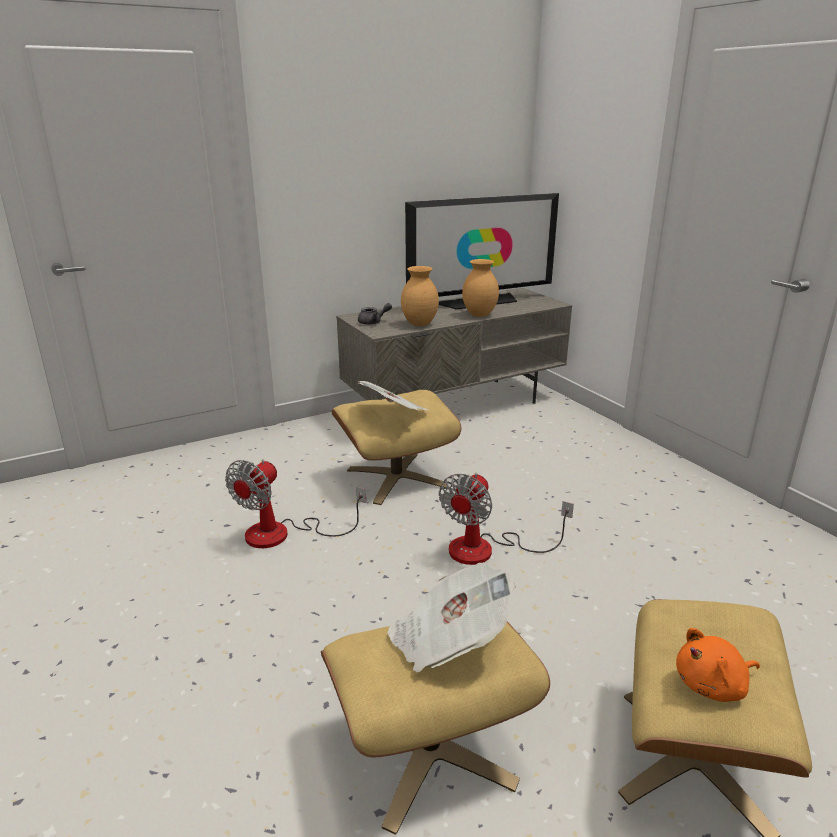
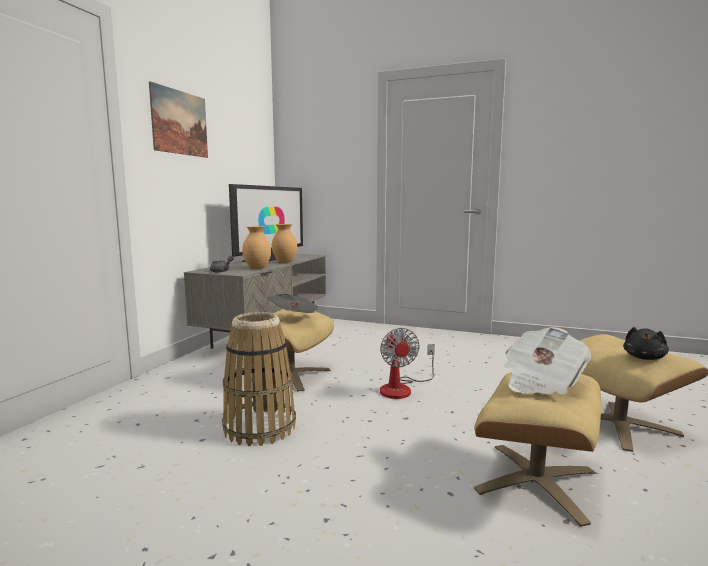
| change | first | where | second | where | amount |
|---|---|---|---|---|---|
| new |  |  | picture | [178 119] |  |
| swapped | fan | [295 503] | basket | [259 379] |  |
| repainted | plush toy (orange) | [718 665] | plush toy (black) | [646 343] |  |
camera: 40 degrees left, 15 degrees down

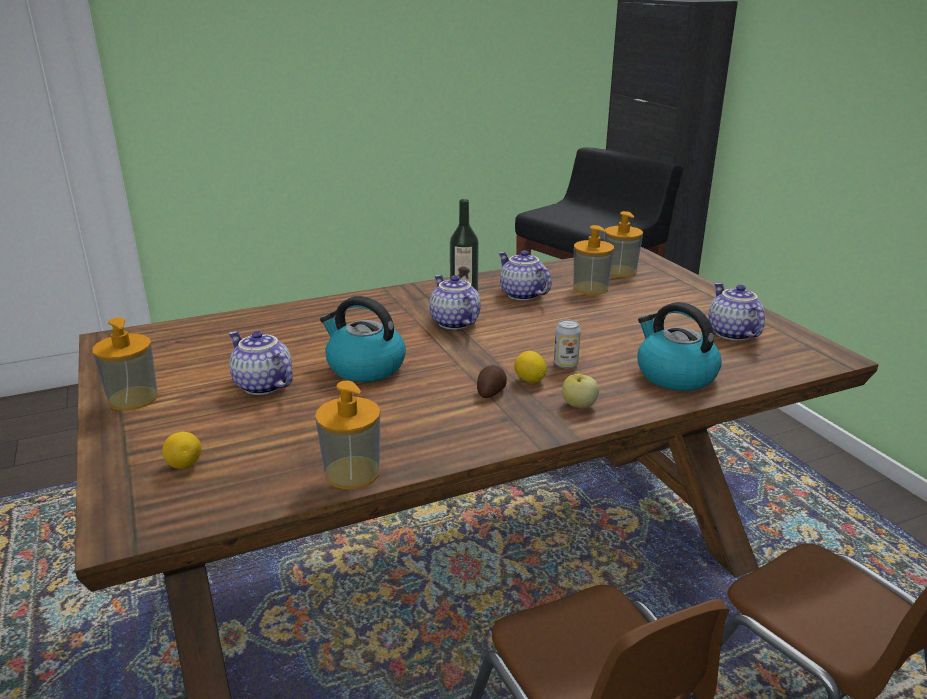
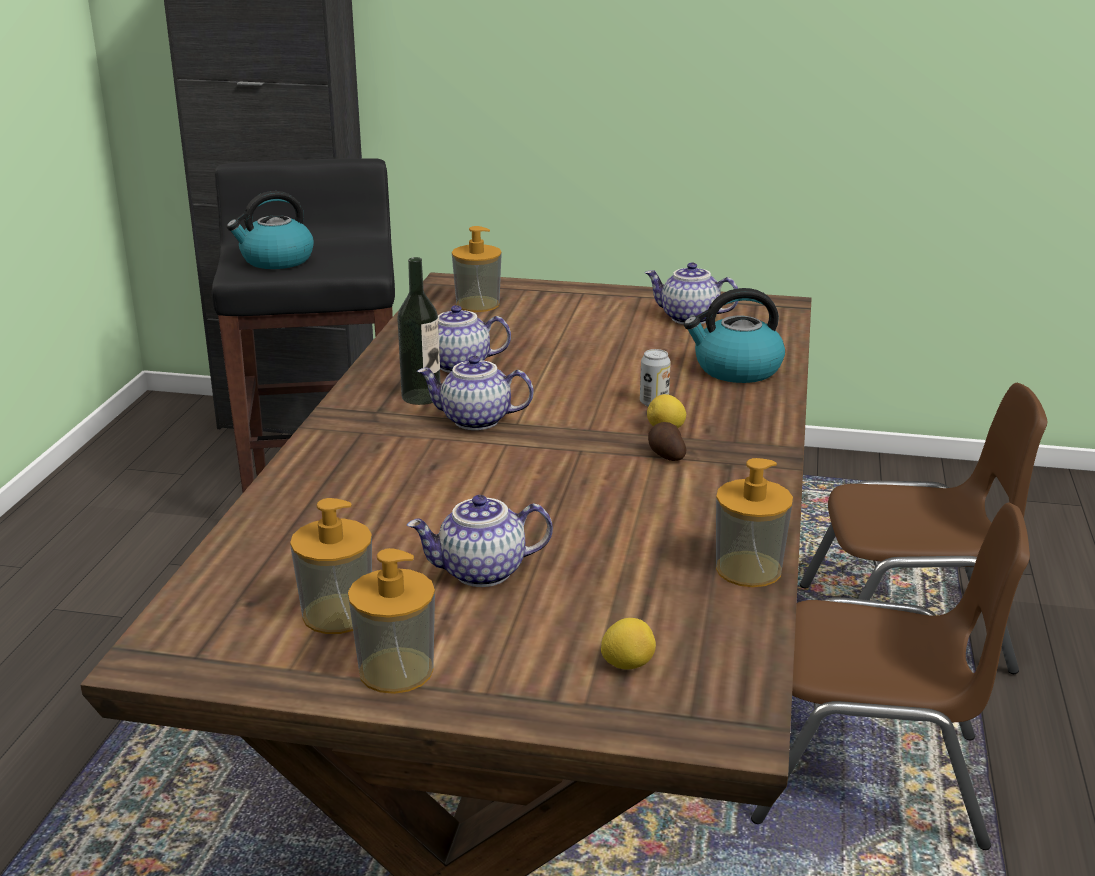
| change | first | where | second | where | amount |
|---|---|---|---|---|---|
| gone | apple | [580 391] |  |  |  |
| shifted | kettle | [363 339] |  | [270 230] |  |
| shifted | soap dispenser | [593 260] |  | [331 566] |  |
camera: 55 degrees left, 0 degrees up

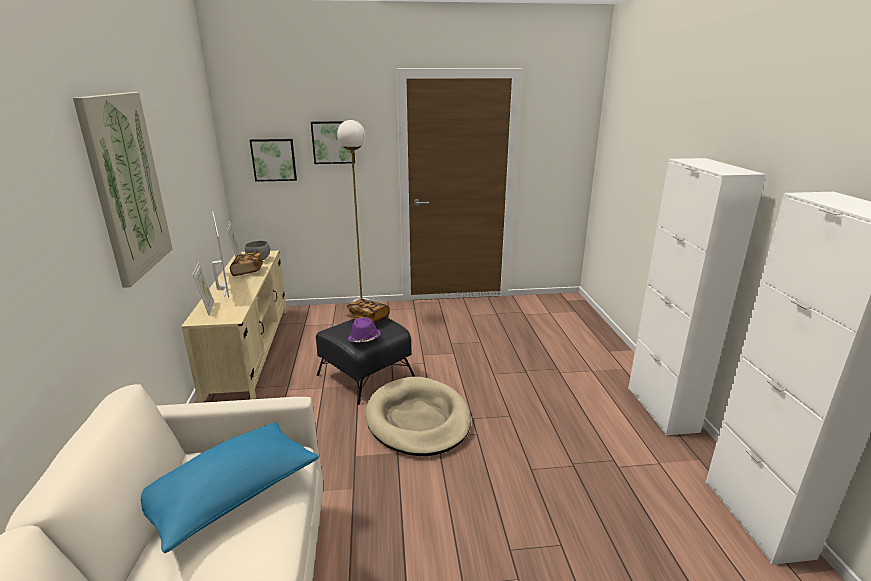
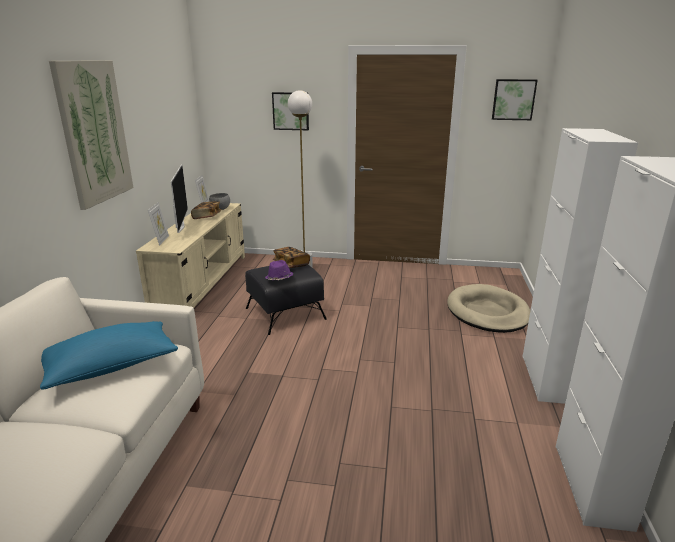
| change | first | where | second | where | amount |
|---|---|---|---|---|---|
| shifted | picture | [273 160] |  | [515 99] |  |
| shifted | dog bed (beige) | [418 416] |  | [488 308] |  |
camera: 15 degrees right, 0 degrees up

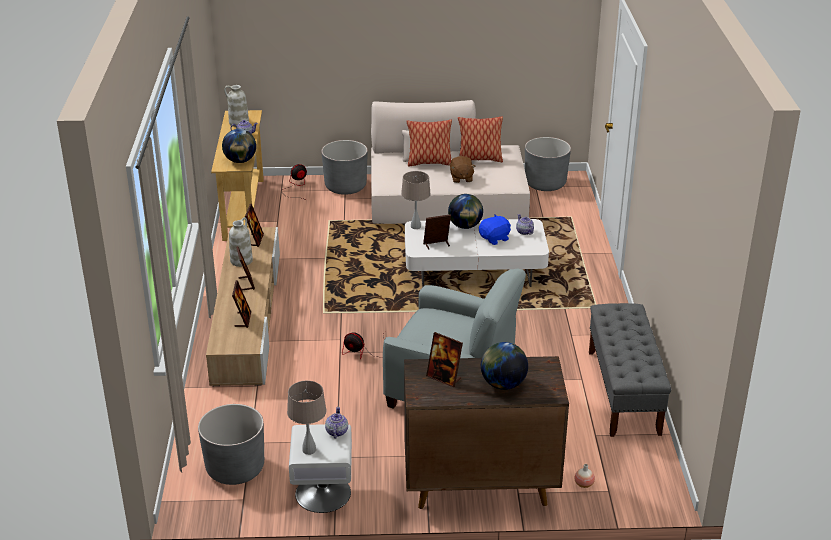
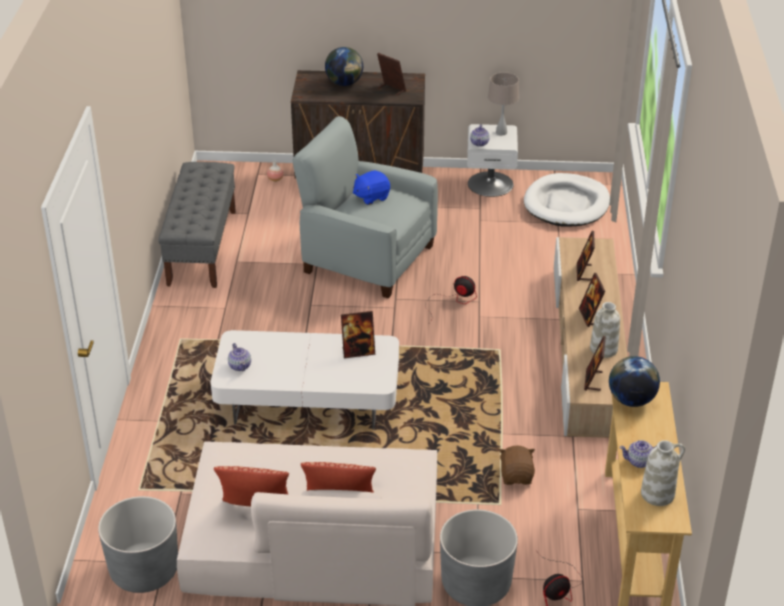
| change | first | where | second | where | amount |
|---|---|---|---|---|---|
| gone | table lamp (beige) | [416 200] |  |  |  |
| gone | globe | [465 211] |  |  |  |
| shifted | plush toy (brown) | [462 169] |  | [517 465] |  |
| shifted | plush toy (blue) | [495 229] |  | [371 187] |  |
| swapped | planter (grey) | [231 444] | dog bed (white) | [567 200] |  |
camera: 175 degrees left, 5 degrees up

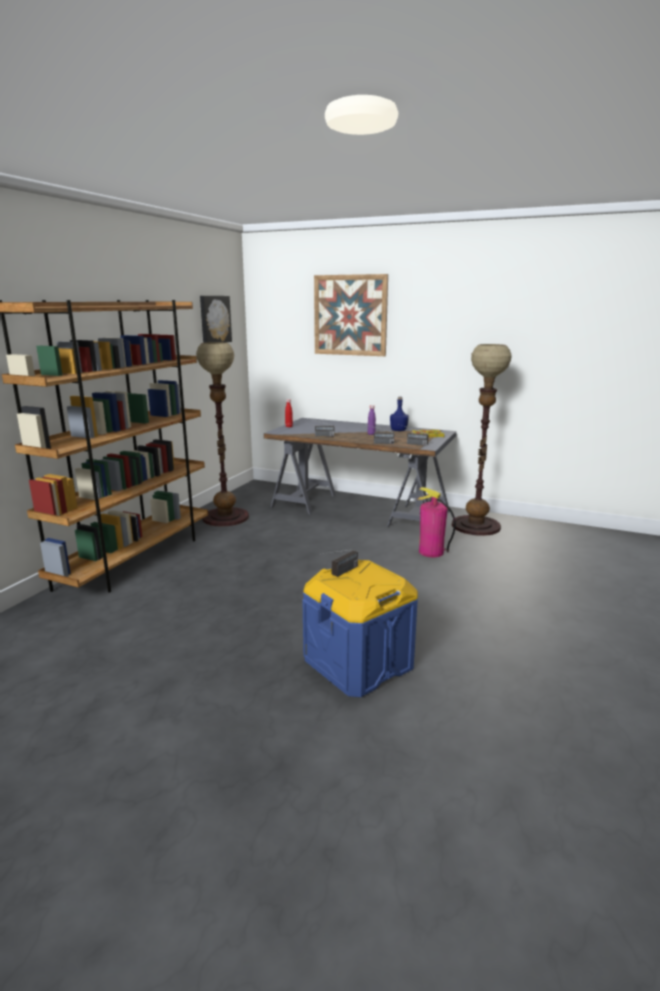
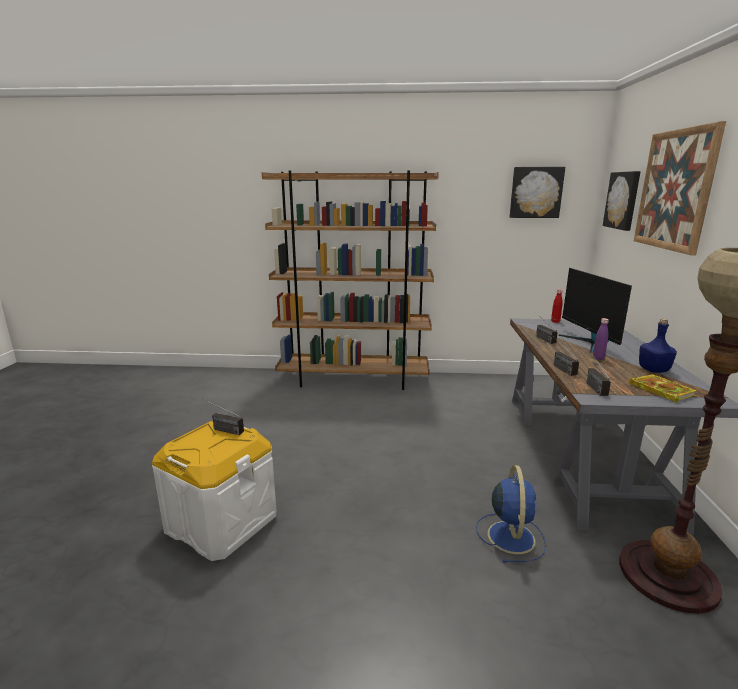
| change | first | where | second | where | amount |
|---|---|---|---|---|---|
| gone | floor lamp | [222 434] |  |  |  |
| new |  |  | monitor | [595 310] |  |
| new |  |  | picture | [622 201] |  |
| swapped | fire extinguisher | [436 522] | fan (blue) | [511 514] |  |
| repainted | storage box (blue) | [360 628] | storage box (white) | [214 491] |  |
camera: 70 degrees right, 0 degrees up

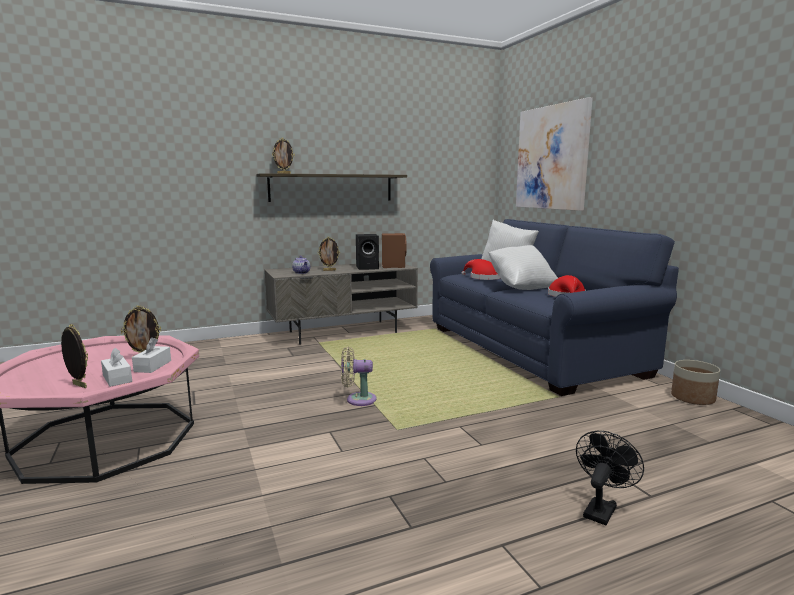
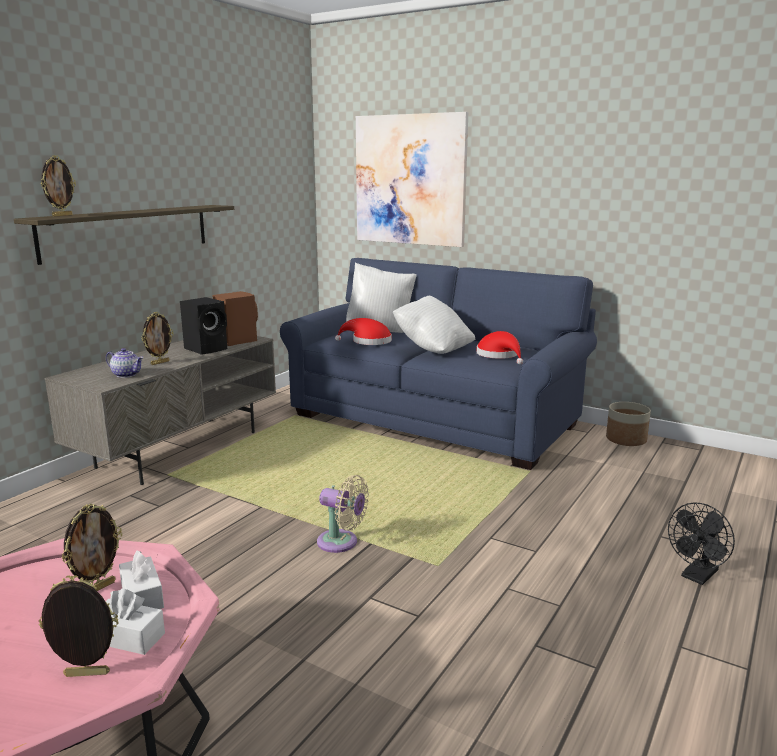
| change | first | where | second | where | amount |
|---|---|---|---|---|---|
| rotated | fan (beige) | [359 376] |  | [343 514] | 120 degrees counterclockwise |
| rotated | fan (black) | [610 478] |  | [701 543] | 135 degrees counterclockwise |
camera: 35 degrees left, 5 degrees up

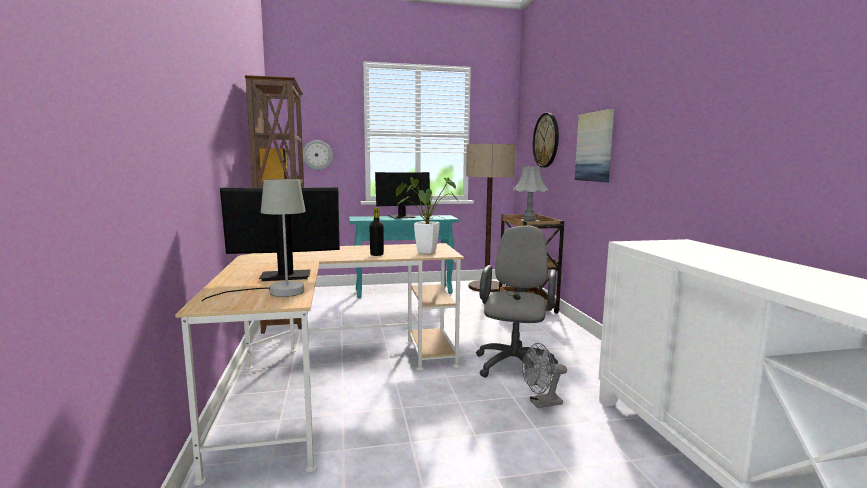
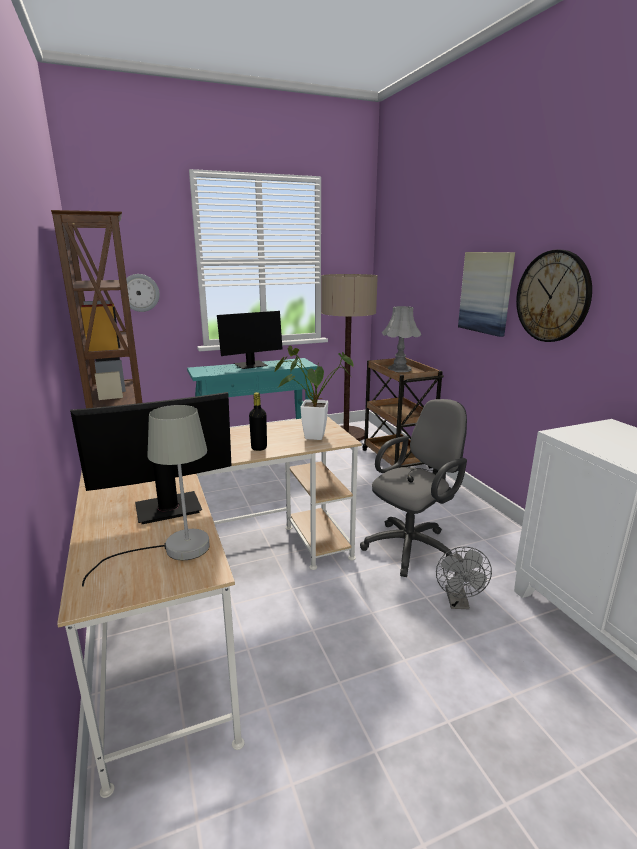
| change | first | where | second | where | amount |
|---|---|---|---|---|---|
| shifted | wall clock | [546 140] |  | [554 296] |  |
| rotated | office chair (grey) | [517 305] |  | [413 488] | 45 degrees clockwise |
| rotated | fan (grey) | [544 375] |  | [464 577] | 60 degrees counterclockwise |
camera: 10 degrees left, 10 degrees up

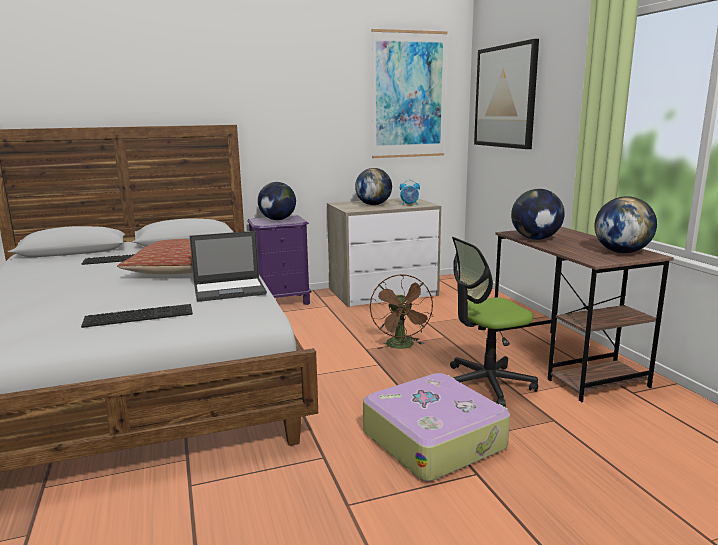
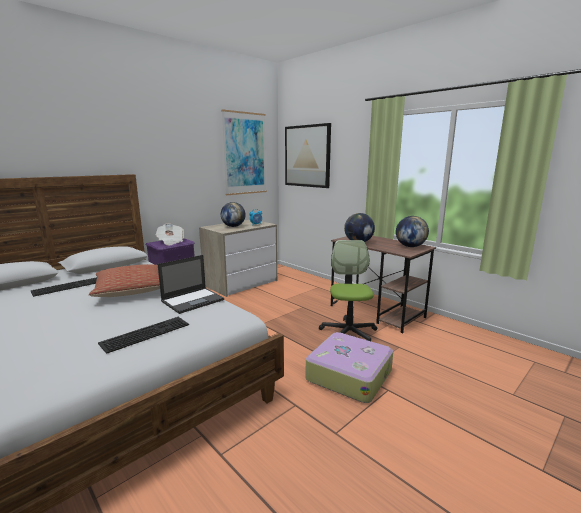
| change | first | where | second | where | amount |
|---|---|---|---|---|---|
| gone | fan (brown) | [401 311] |  |  |  |
| swapped | globe | [277 201] | newspaper | [170 234] |  |
| rotated | office chair | [494 322] |  | [348 290] | 135 degrees clockwise |
camera: 25 degrees left, 0 degrees up

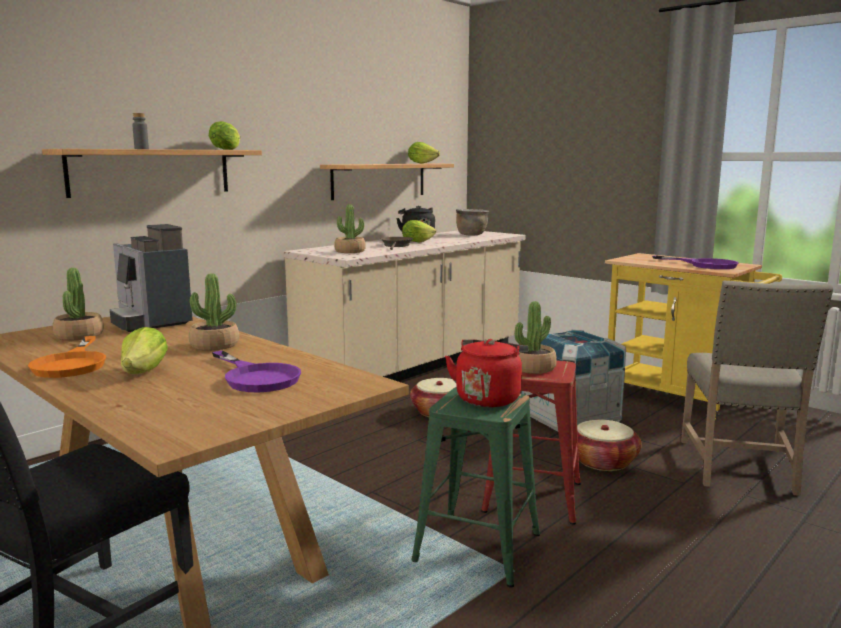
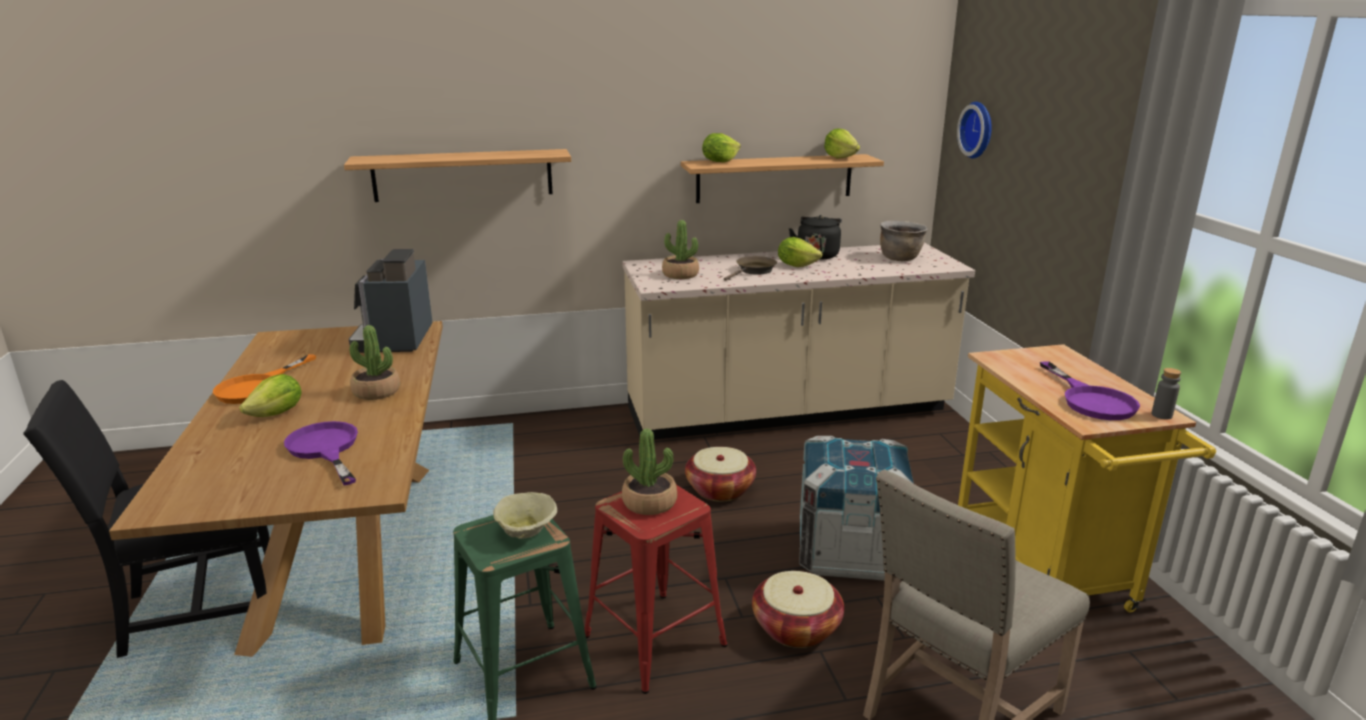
| change | first | where | second | where | amount |
|---|---|---|---|---|---|
| gone | potted plant | [78 304] |  |  |  |
| new |  |  | wall clock | [974 130] |  |
| shifted | bottle (grey) | [140 131] |  | [1166 393] |  |
| shifted | lettuce | [224 135] |  | [721 148] |  |
| swapped | kettle (red) | [487 373] | bowl (beige) | [525 515] |  |
| rotated | frying pan (purple) | [256 371] |  | [321 453] | 150 degrees clockwise |
camera: 35 degrees right, 10 degrees up

